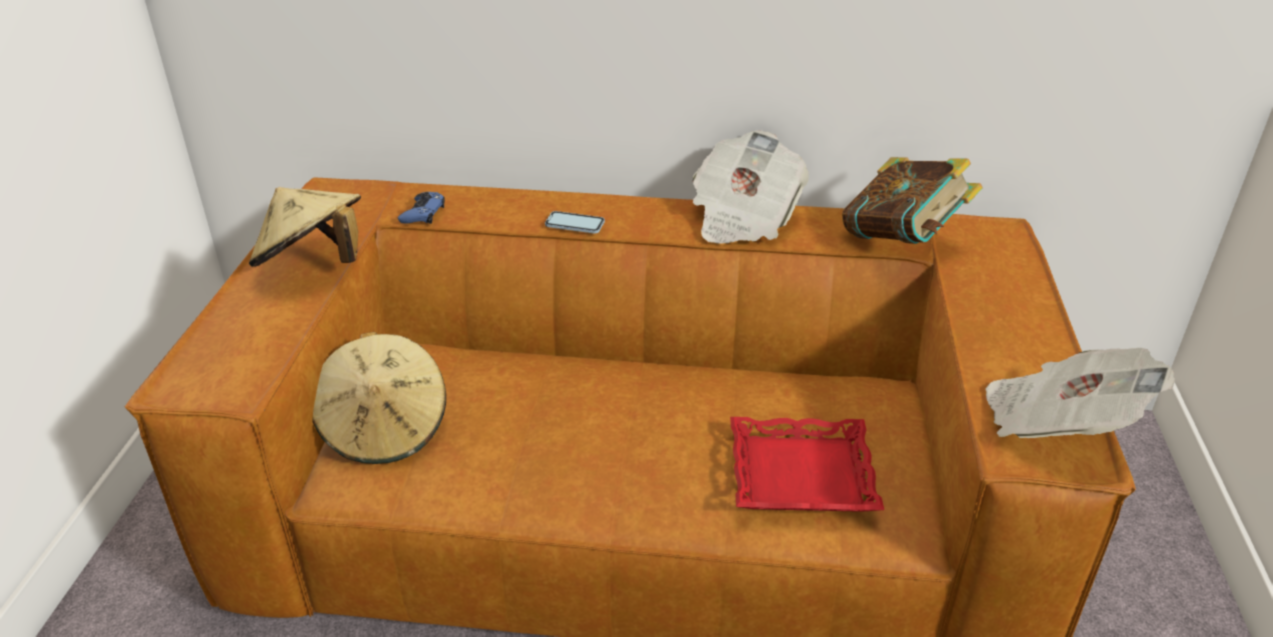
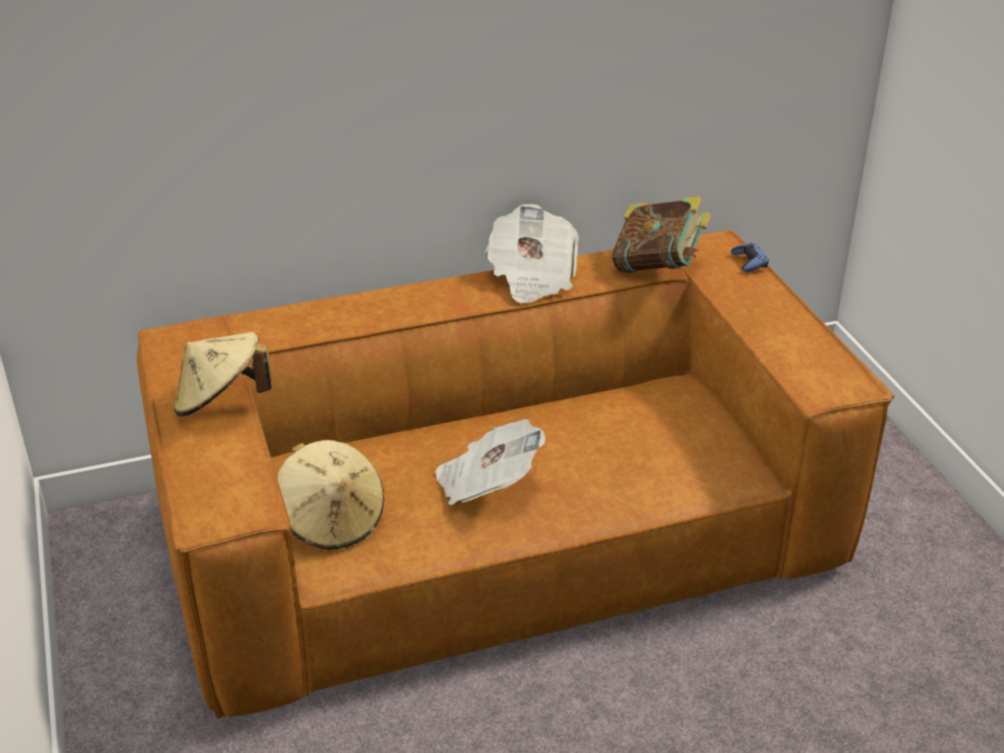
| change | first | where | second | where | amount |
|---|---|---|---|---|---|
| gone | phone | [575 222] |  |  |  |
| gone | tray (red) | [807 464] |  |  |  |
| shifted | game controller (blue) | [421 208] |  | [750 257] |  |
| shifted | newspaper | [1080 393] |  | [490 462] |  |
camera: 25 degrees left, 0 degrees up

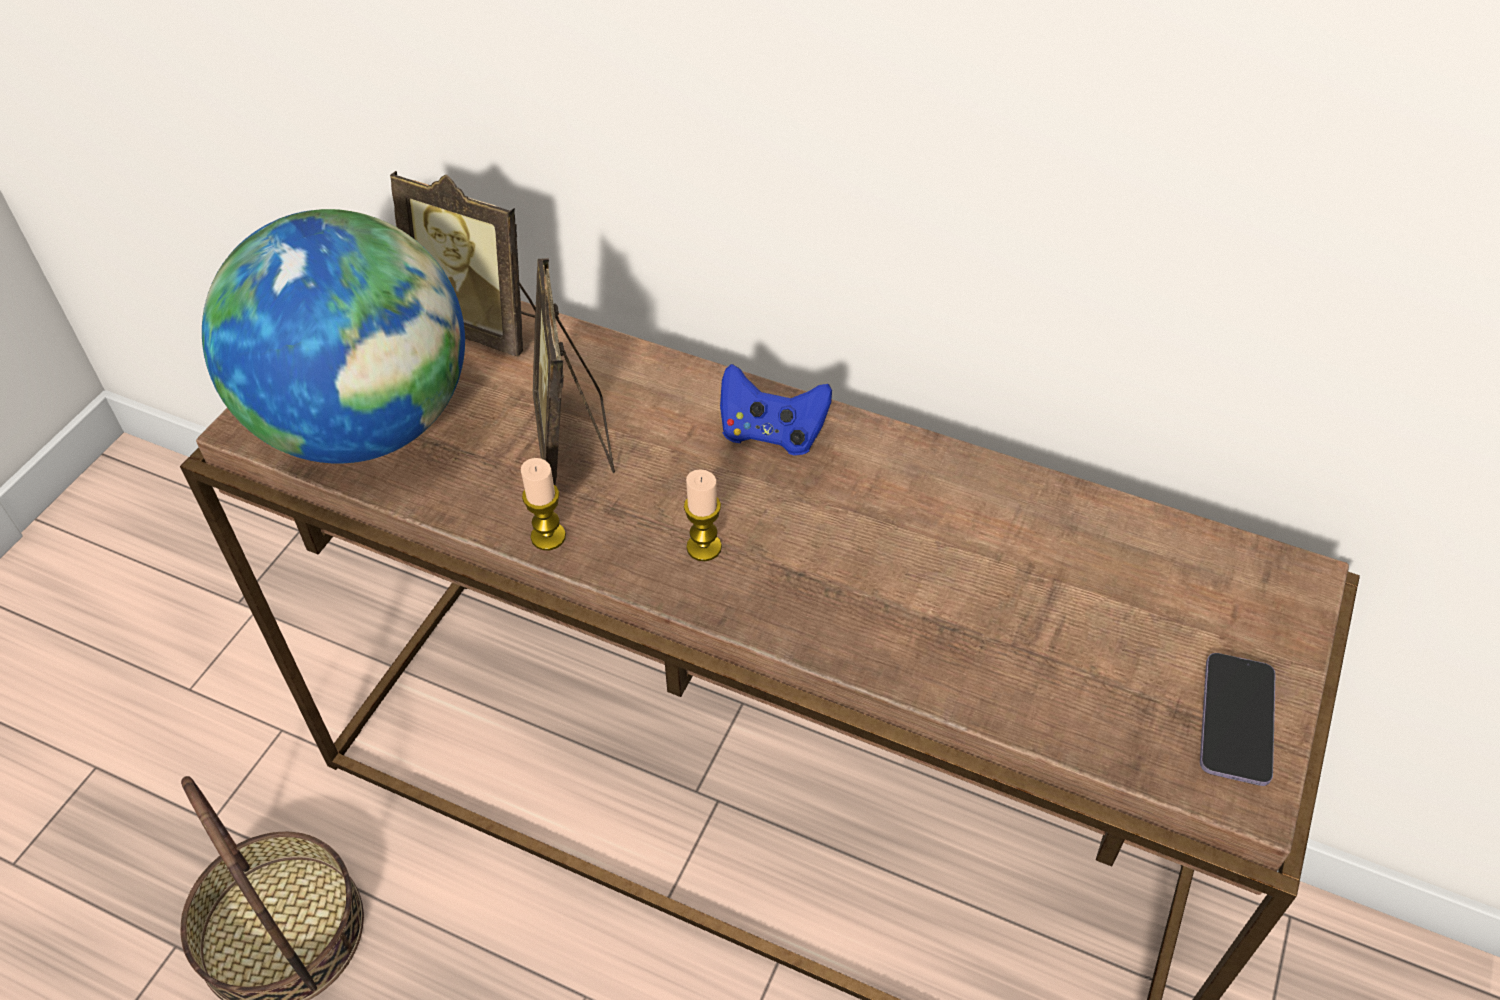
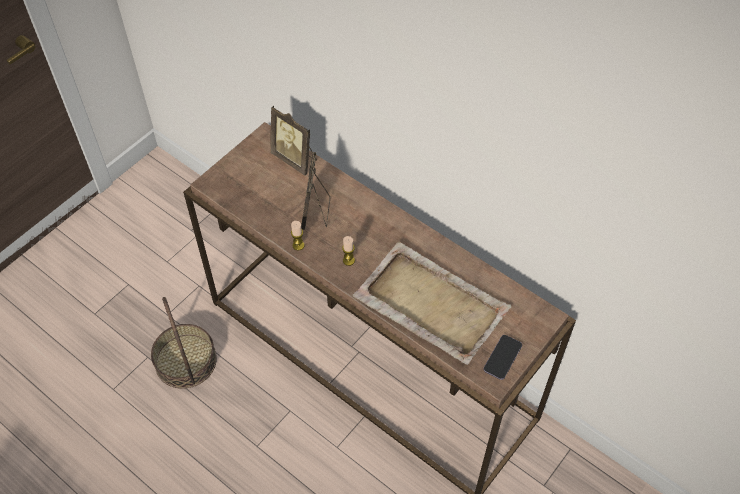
| change | first | where | second | where | amount |
|---|---|---|---|---|---|
| gone | globe | [333 336] |  |  |  |
| gone | game controller (blue) | [776 410] |  |  |  |
| new |  |  | tray (beige) | [432 303] |  |
camera: 15 degrees right, 5 degrees up

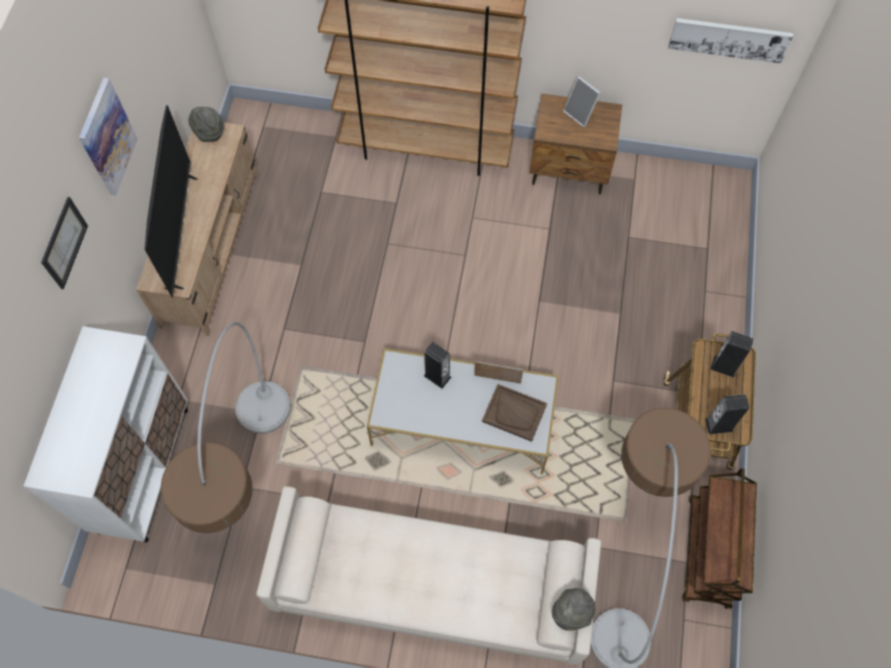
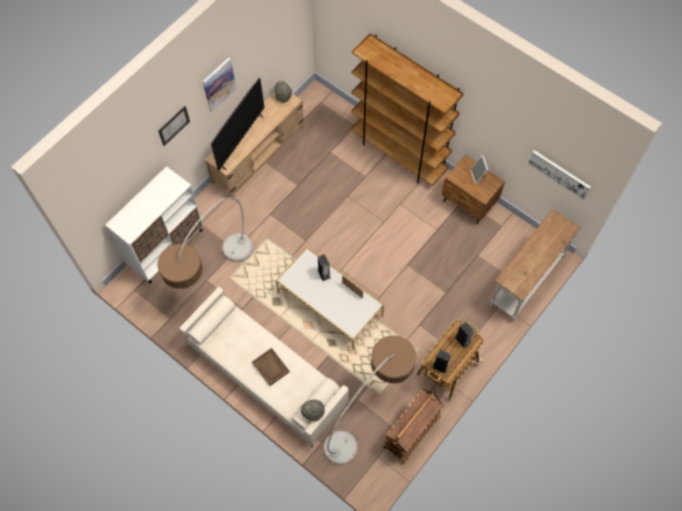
| change | first | where | second | where | amount |
|---|---|---|---|---|---|
| new |  |  | console table (white) | [535 265] |  |
| shifted | tray (brown) | [514 413] |  | [271 367] |  |
camera: 30 degrees right, 0 degrees up

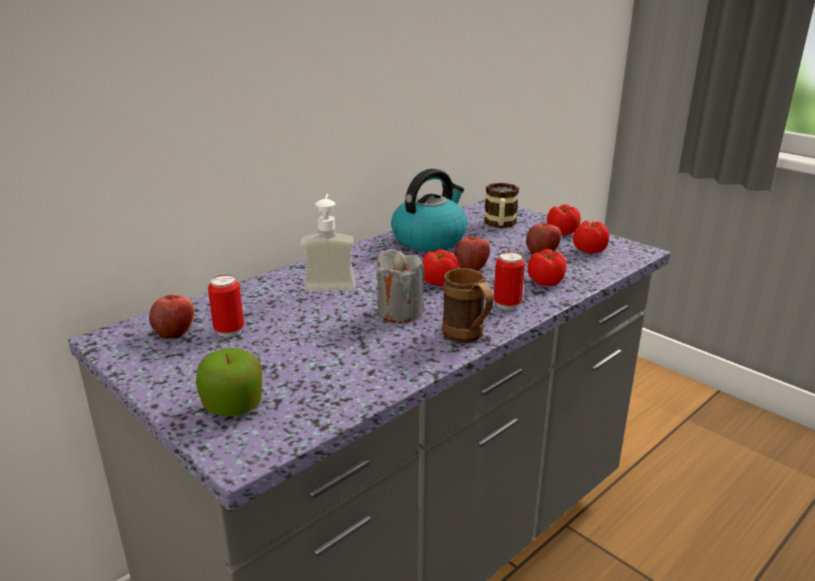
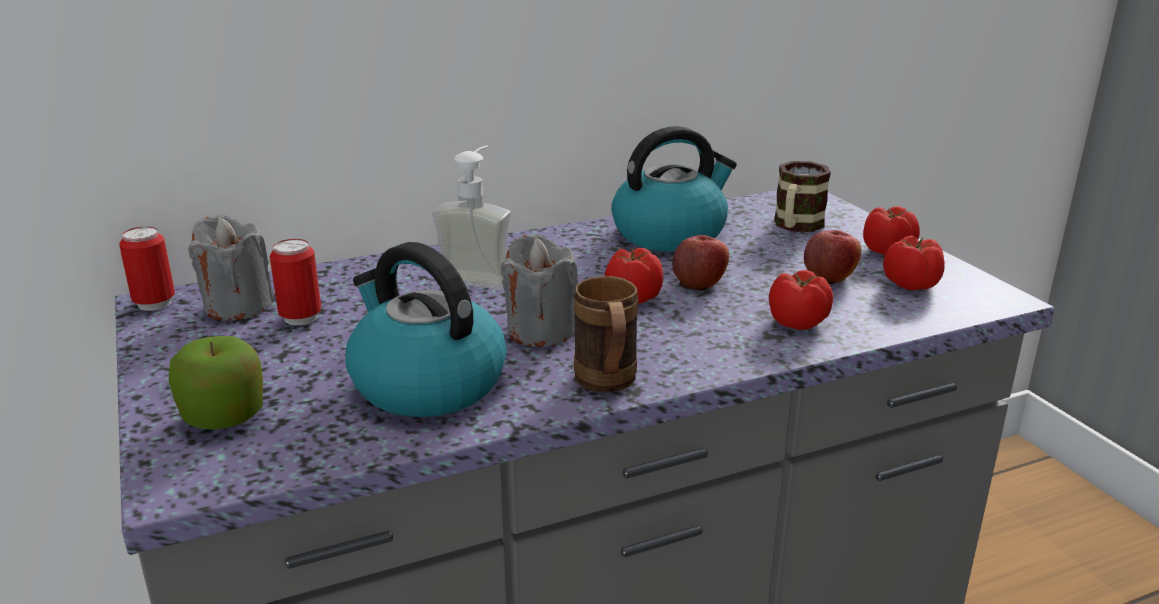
| change | first | where | second | where | amount |
|---|---|---|---|---|---|
| new |  |  | kettle | [426 329] |  |
| shifted | can | [509 281] |  | [147 269] |  |
| swapped | apple | [171 317] | candle (grey) | [231 268] |  |
camera: 20 degrees right, 0 degrees up

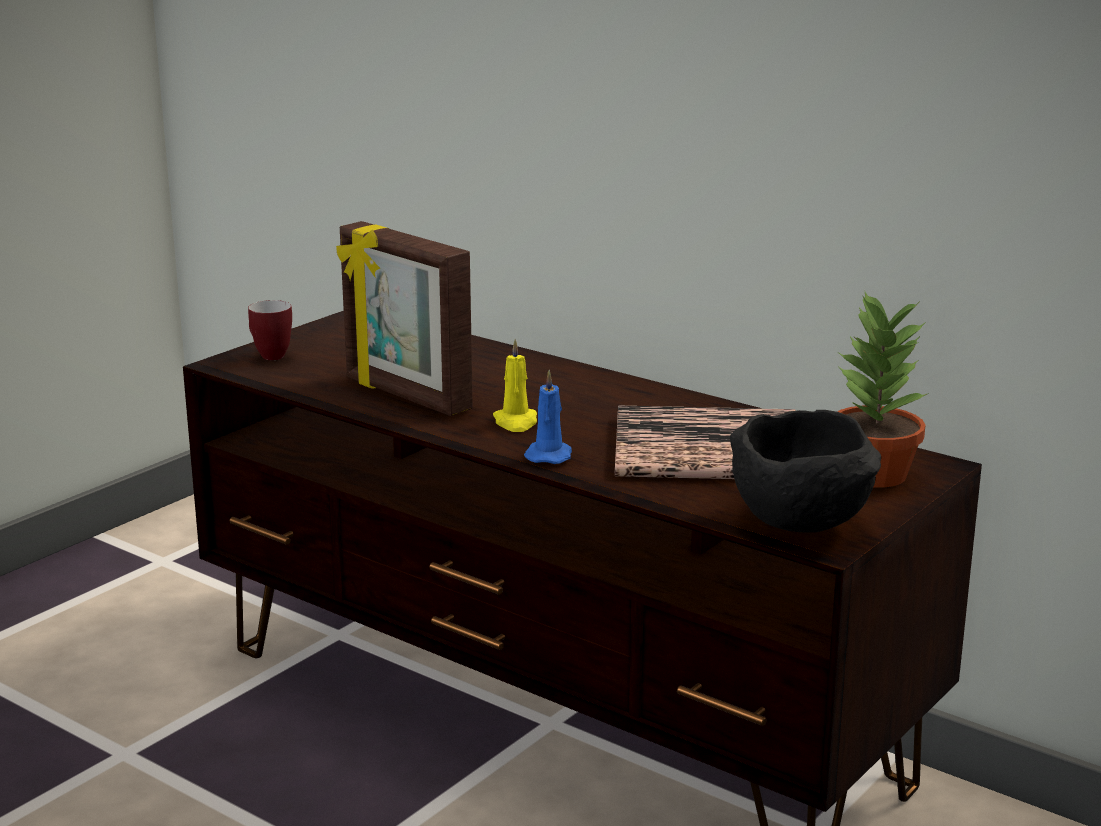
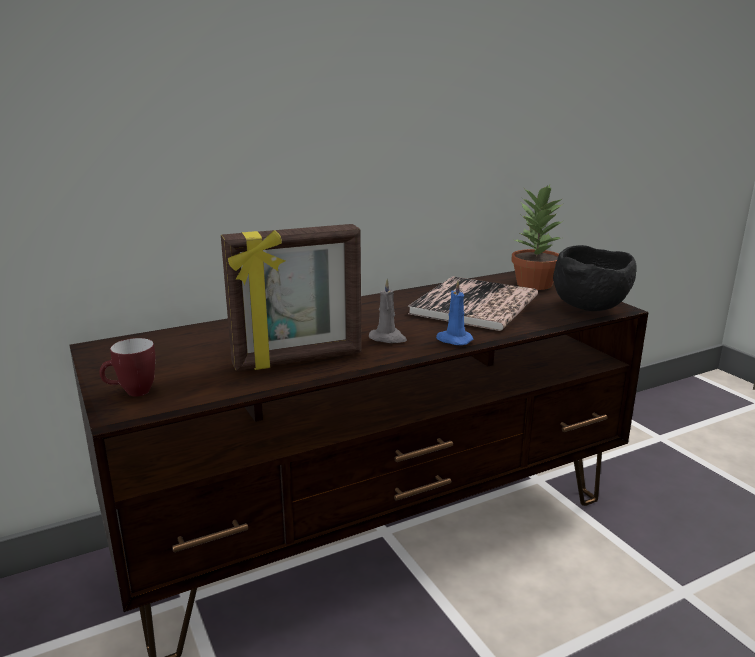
| change | first | where | second | where | amount |
|---|---|---|---|---|---|
| repainted | candle (yellow) | [515 385] | candle (grey) | [388 310] |  |
camera: 65 degrees left, 0 degrees up

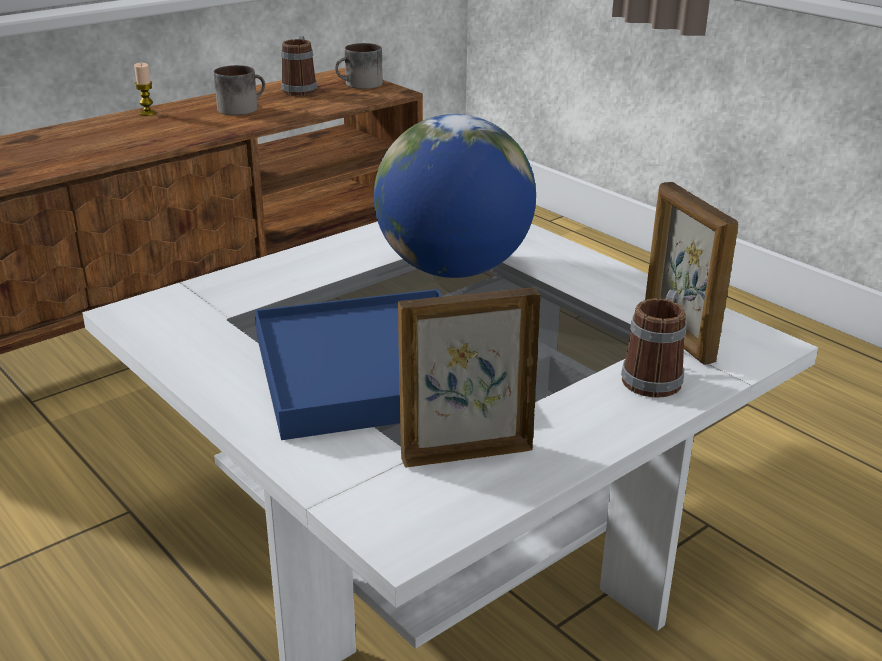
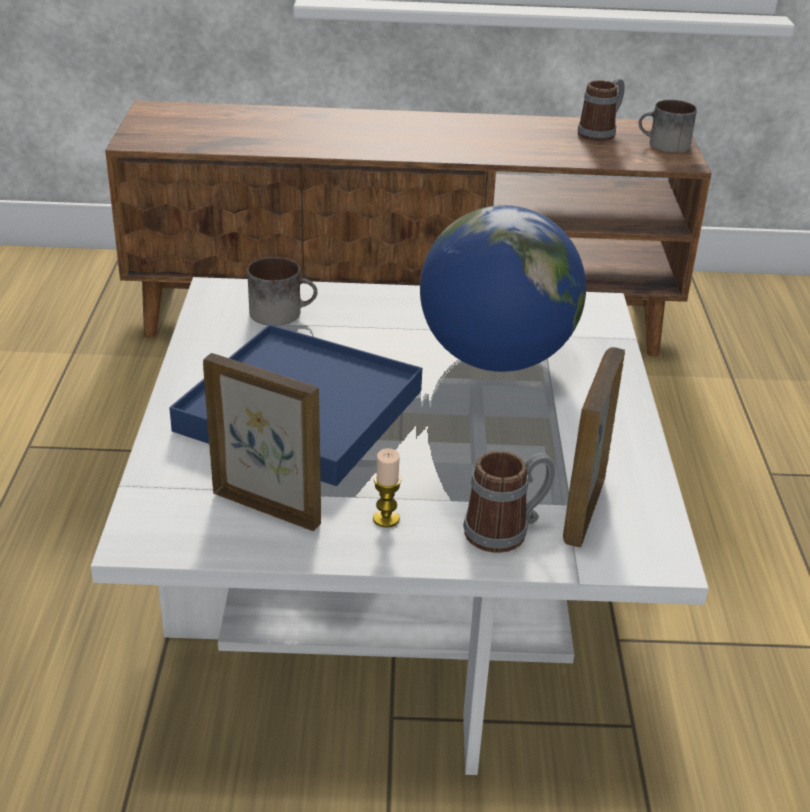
| change | first | where | second | where | amount |
|---|---|---|---|---|---|
| shifted | candle | [145 89] |  | [387 488] |  |
| shifted | mug | [239 90] |  | [282 291] |  |
camera: 40 degrees right, 5 degrees up

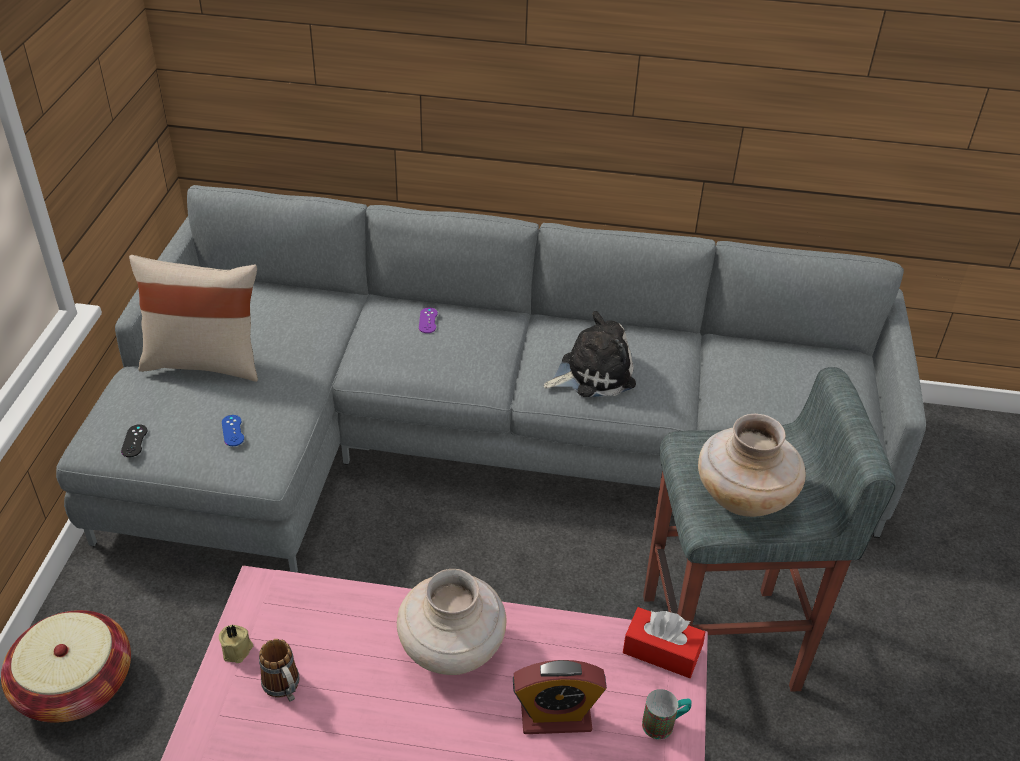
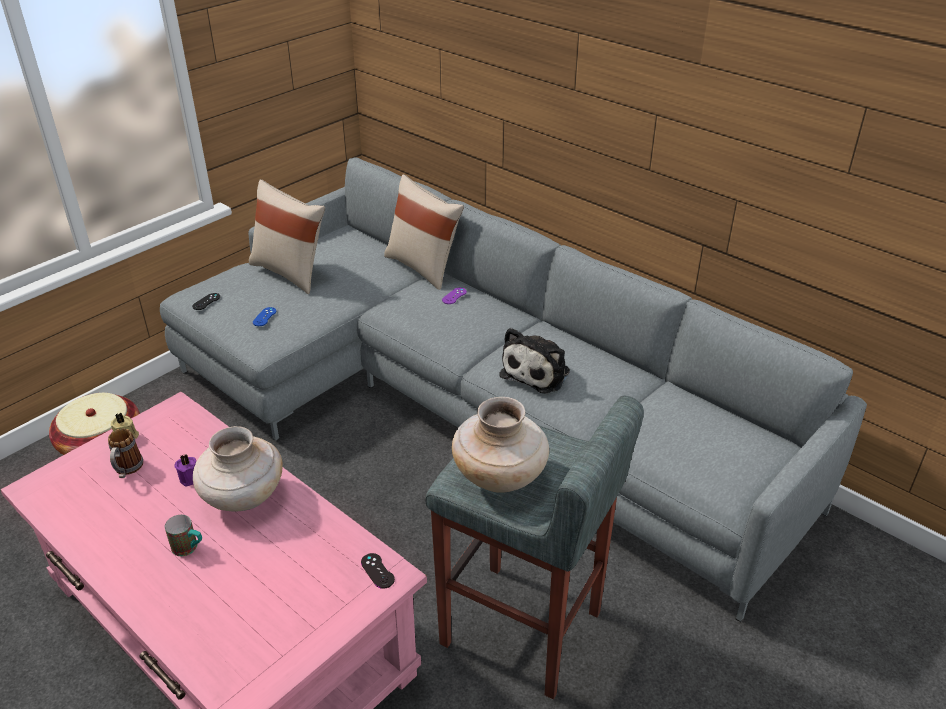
| change | first | where | second | where | amount |
|---|---|---|---|---|---|
| gone | alarm clock | [560 697] |  |  |  |
| new |  |  | candle (purple) | [185 470] |  |
| new |  |  | pillow (beige) | [424 232] |  |
| shifted | mug | [667 714] |  | [183 535] |  |
| swapped | tissue box (red) | [664 642] | game controller (black) | [378 571] |  |
| rotated | plush toy | [589 354] |  | [534 361] | 105 degrees clockwise |
camera: 35 degrees right, 5 degrees down

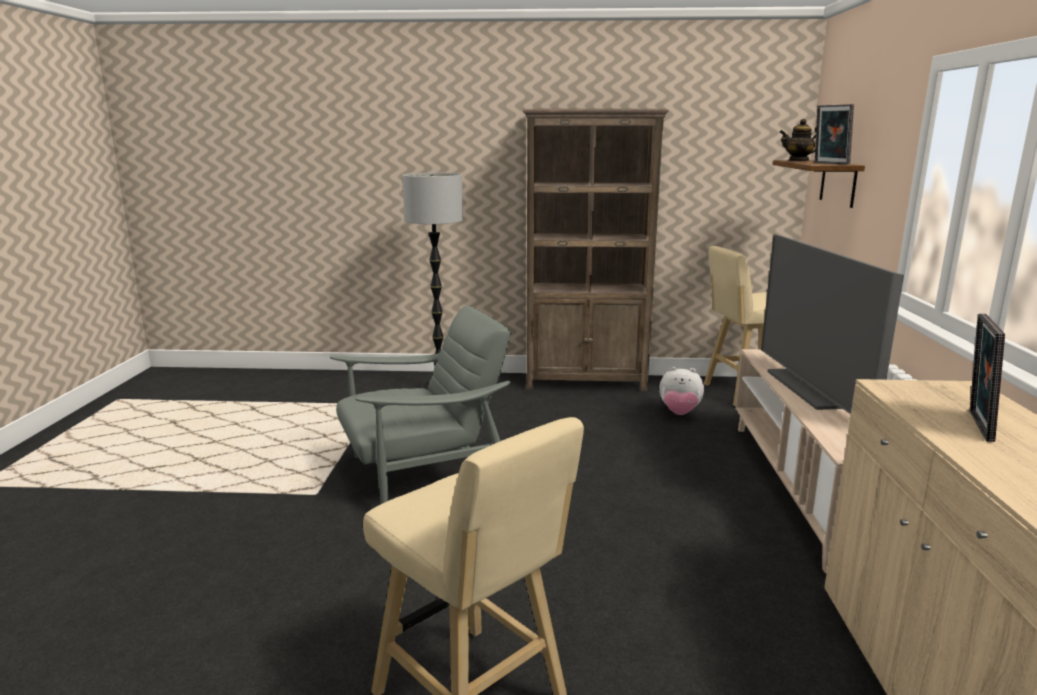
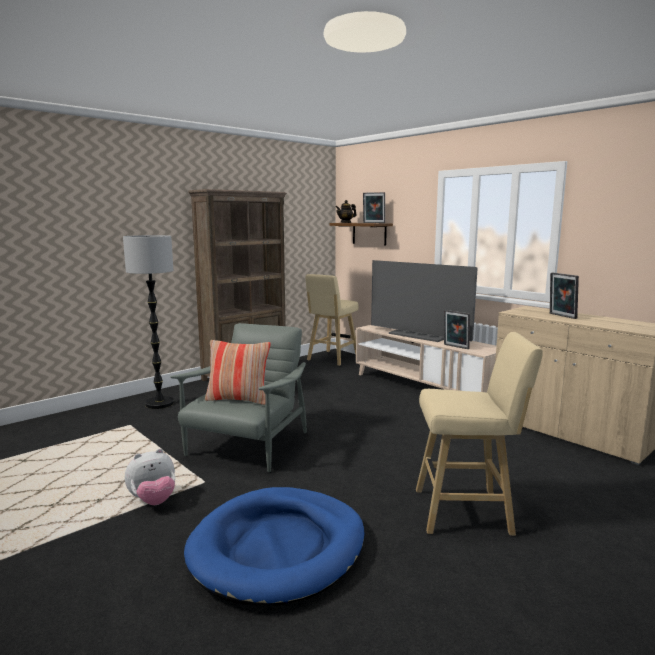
| change | first | where | second | where | amount |
|---|---|---|---|---|---|
| new |  |  | dog bed (blue) | [274 546] |  |
| new |  |  | pillow | [238 372] |  |
| new |  |  | picture frame | [457 329] |  |
| shifted | plush toy | [681 391] |  | [150 477] |  |
camera: 45 degrees left, 5 degrees down

